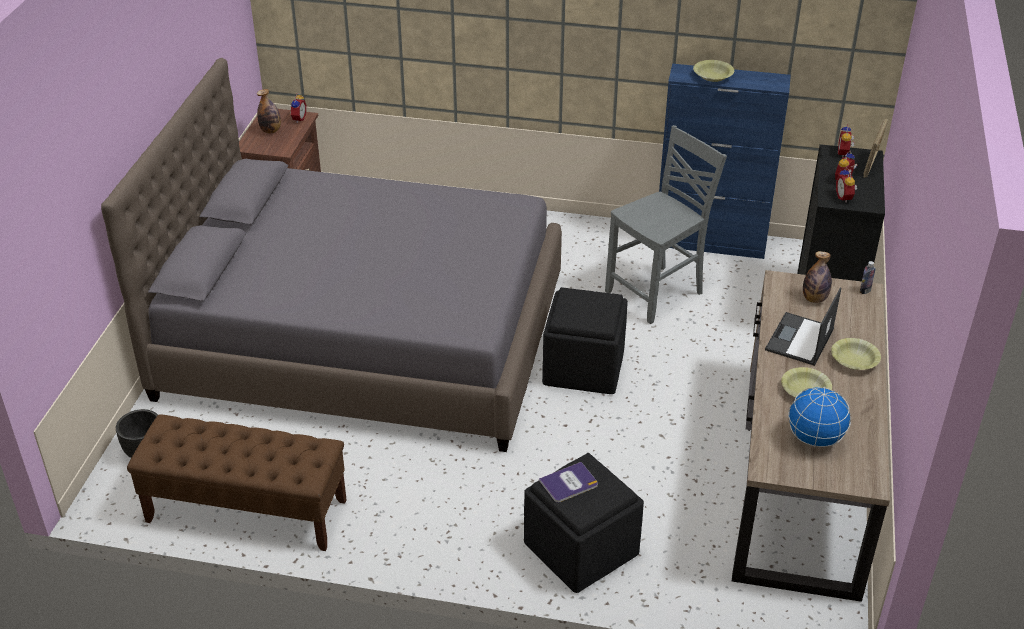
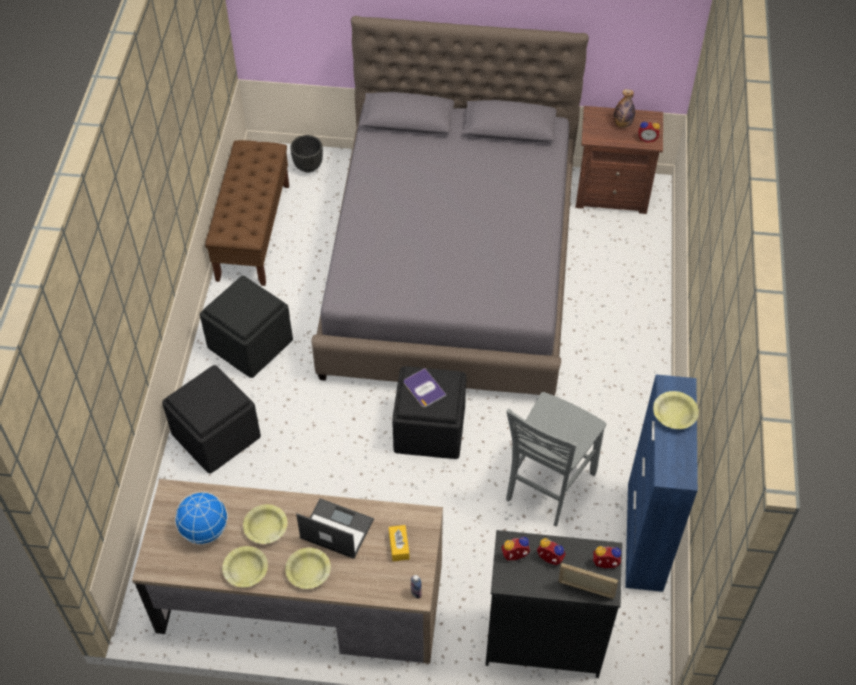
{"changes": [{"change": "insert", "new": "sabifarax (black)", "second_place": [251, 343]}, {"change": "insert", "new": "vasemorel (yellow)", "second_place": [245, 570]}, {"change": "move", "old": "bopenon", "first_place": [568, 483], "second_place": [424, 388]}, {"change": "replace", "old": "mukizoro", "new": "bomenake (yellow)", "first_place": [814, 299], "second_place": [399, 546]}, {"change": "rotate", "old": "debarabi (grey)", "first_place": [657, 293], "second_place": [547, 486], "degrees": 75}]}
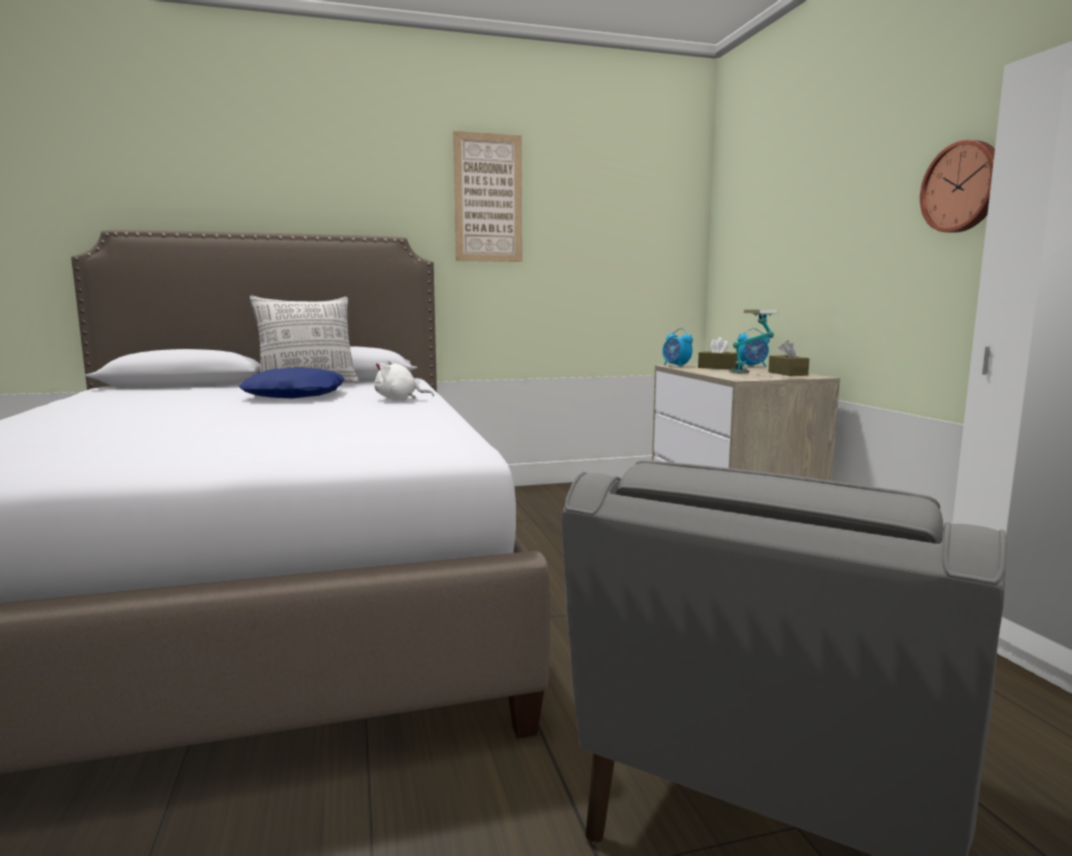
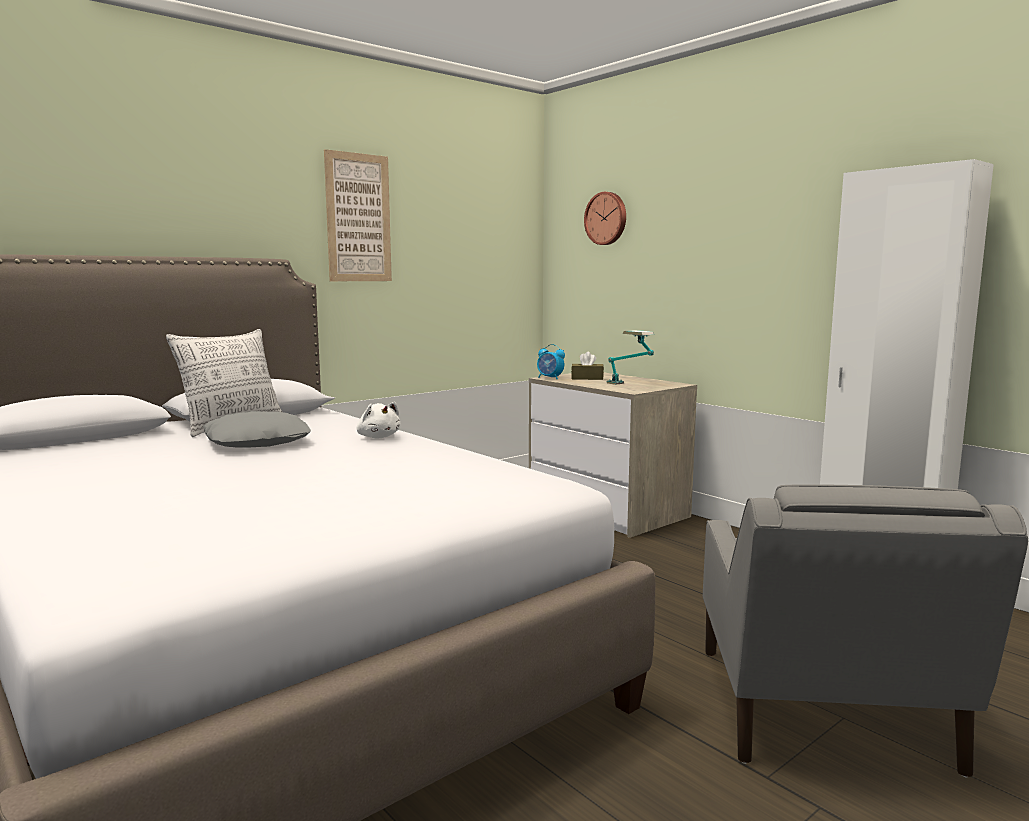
{"changes": [{"change": "delete", "old": "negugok", "first_place": [753, 366]}, {"change": "delete", "old": "bomenake (brown)", "first_place": [787, 373]}, {"change": "move", "old": "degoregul", "first_place": [963, 187], "second_place": [606, 218]}, {"change": "recolor", "old": "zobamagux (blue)", "new": "zobamagux (grey)", "first_place": [296, 395], "second_place": [258, 442]}, {"change": "rotate", "old": "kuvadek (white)", "first_place": [399, 399], "second_place": [378, 437], "degrees": -105}]}
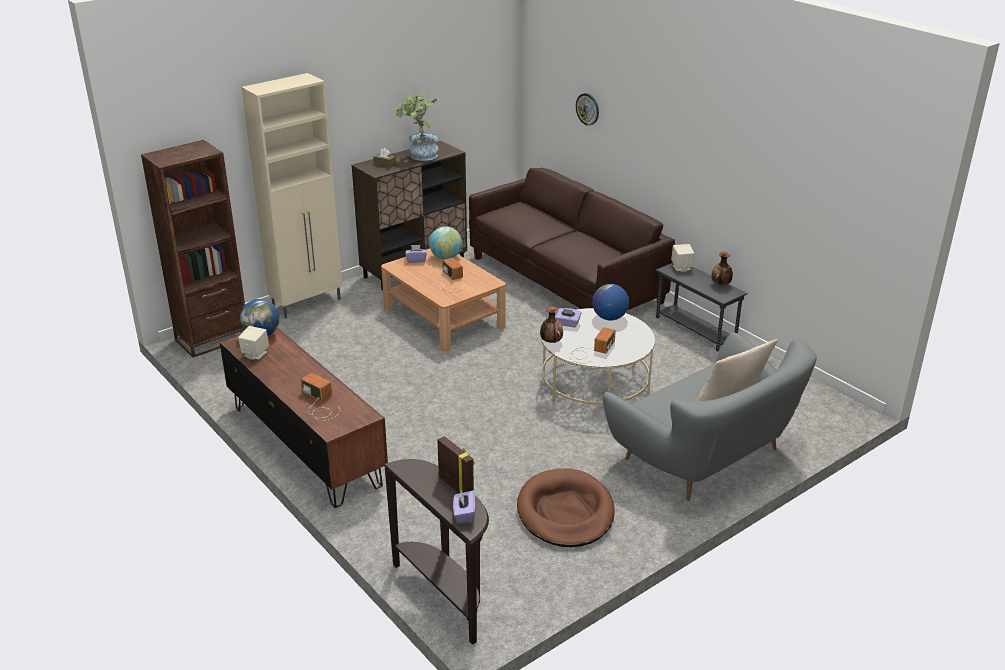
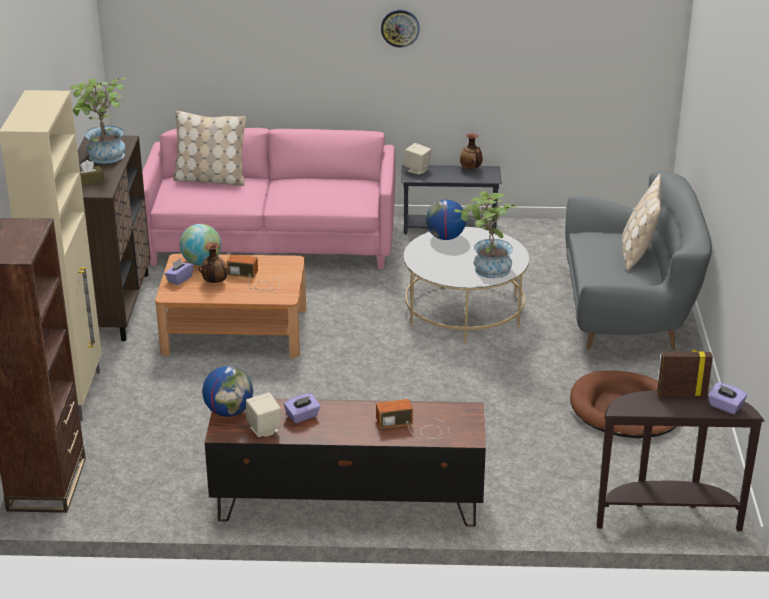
{"changes": [{"change": "insert", "new": "zobamagux (beige)", "second_place": [210, 179]}, {"change": "move", "old": "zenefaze", "first_place": [551, 342], "second_place": [215, 282]}, {"change": "move", "old": "bomenake (purple)", "first_place": [567, 324], "second_place": [302, 416]}, {"change": "move", "old": "degoregul", "first_place": [588, 109], "second_place": [400, 28]}, {"change": "replace", "old": "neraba", "new": "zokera", "first_place": [590, 351], "second_place": [486, 270]}, {"change": "recolor", "old": "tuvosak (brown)", "new": "tuvosak (pink)", "first_place": [565, 280], "second_place": [272, 242]}]}
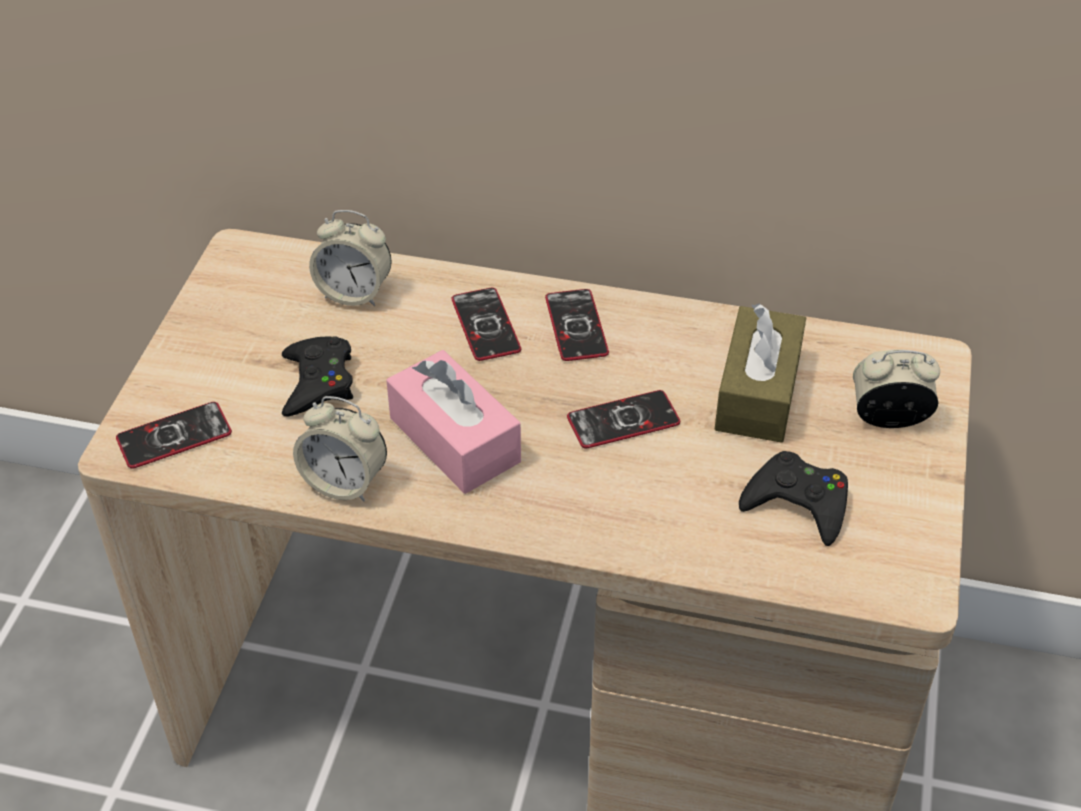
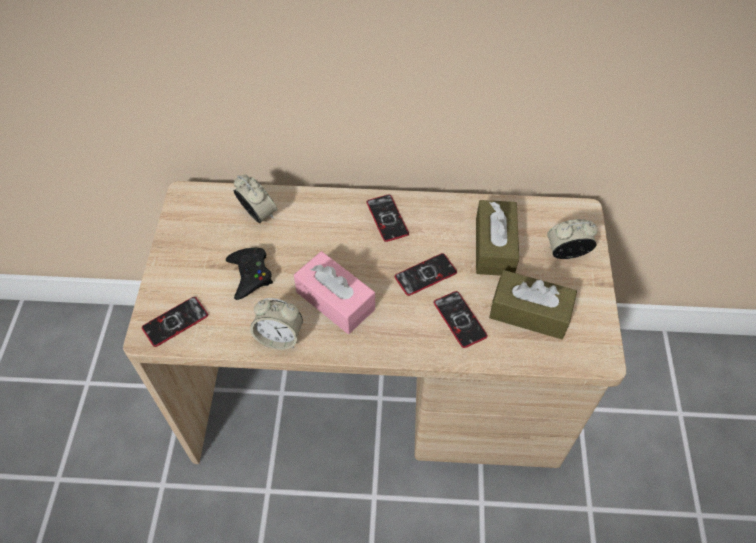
{"changes": [{"change": "move", "old": "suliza", "first_place": [485, 325], "second_place": [459, 319]}, {"change": "replace", "old": "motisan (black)", "new": "bomenake (brown)", "first_place": [797, 504], "second_place": [529, 313]}, {"change": "rotate", "old": "negugok", "first_place": [354, 293], "second_place": [258, 214], "degrees": -135}]}
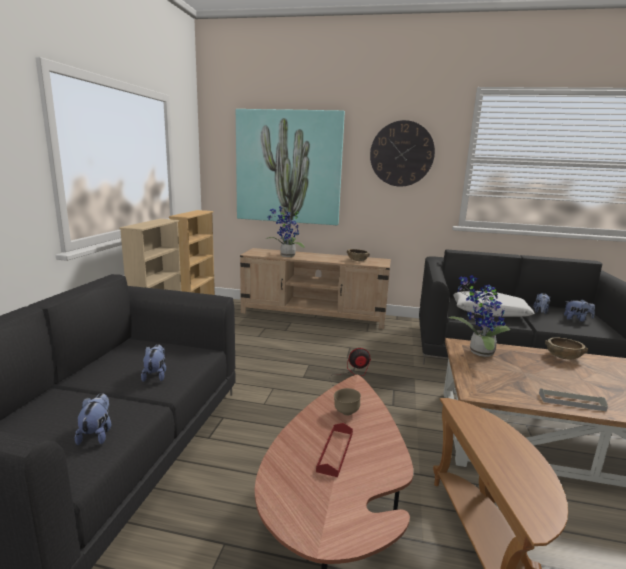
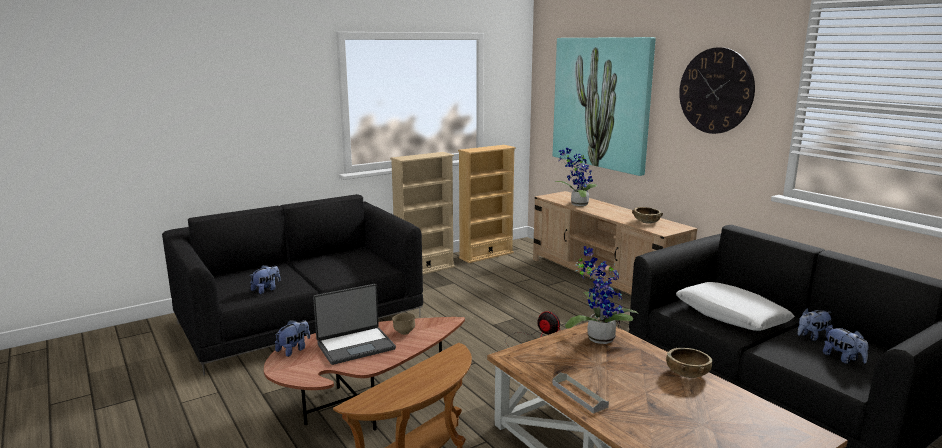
{"changes": [{"change": "move", "old": "kuvadek", "first_place": [156, 375], "second_place": [294, 350]}, {"change": "replace", "old": "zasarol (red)", "new": "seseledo", "first_place": [335, 452], "second_place": [355, 346]}]}
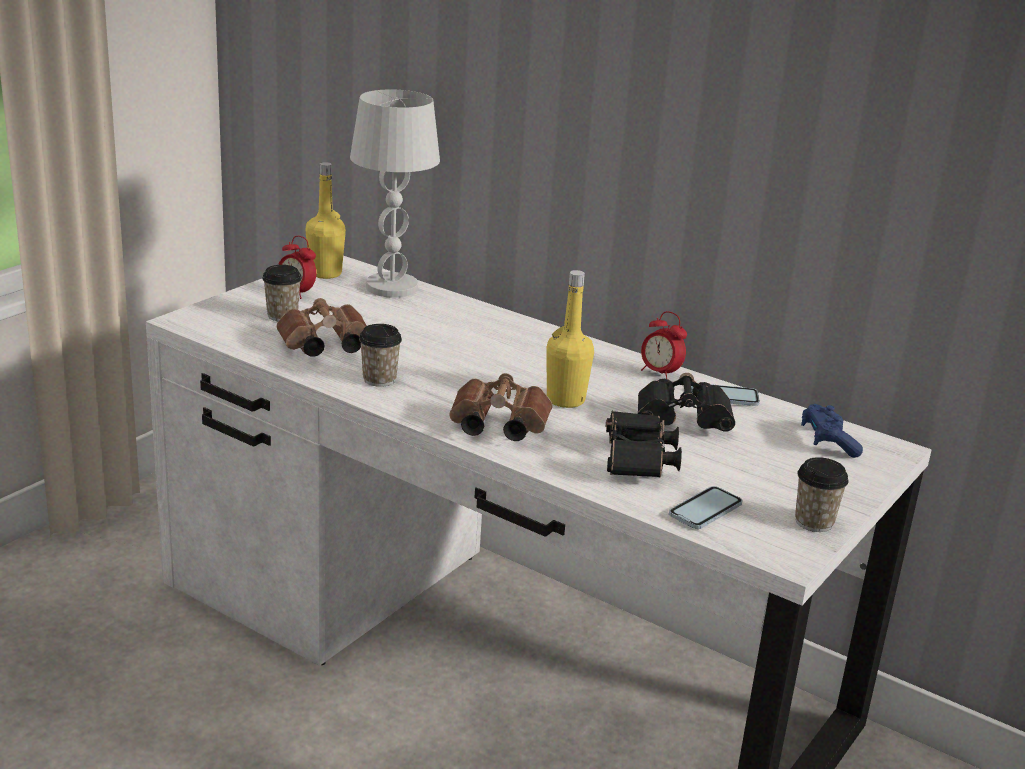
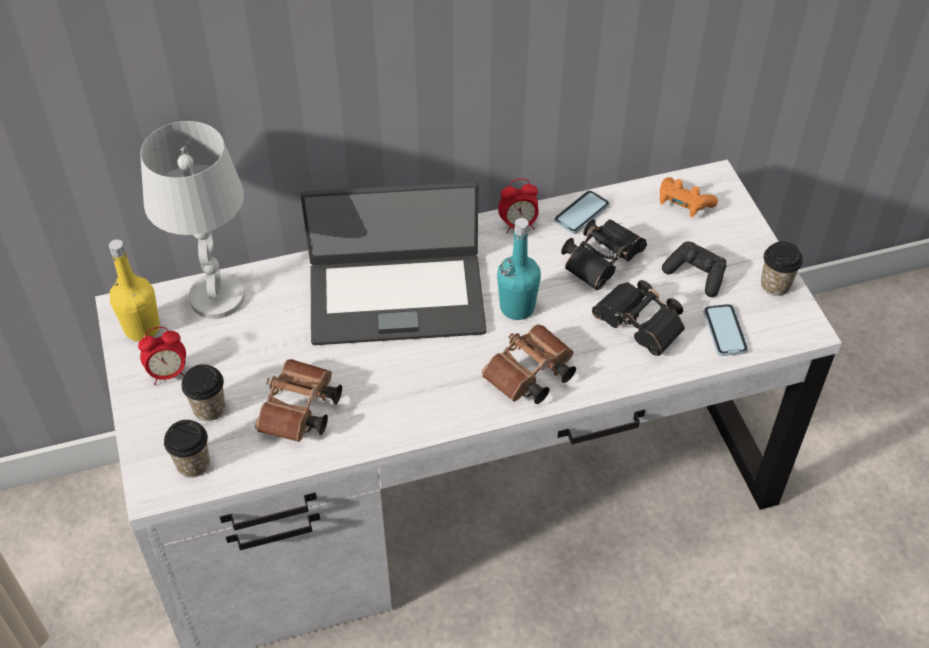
{"changes": [{"change": "insert", "new": "seseledo", "second_place": [396, 297]}, {"change": "insert", "new": "motisan (black)", "second_place": [695, 275]}, {"change": "move", "old": "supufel", "first_place": [379, 379], "second_place": [193, 464]}, {"change": "recolor", "old": "mukizoro (yellow)", "new": "mukizoro (turquoise)", "first_place": [565, 400], "second_place": [517, 307]}, {"change": "recolor", "old": "motisan (blue)", "new": "motisan (orange)", "first_place": [828, 442], "second_place": [683, 204]}]}
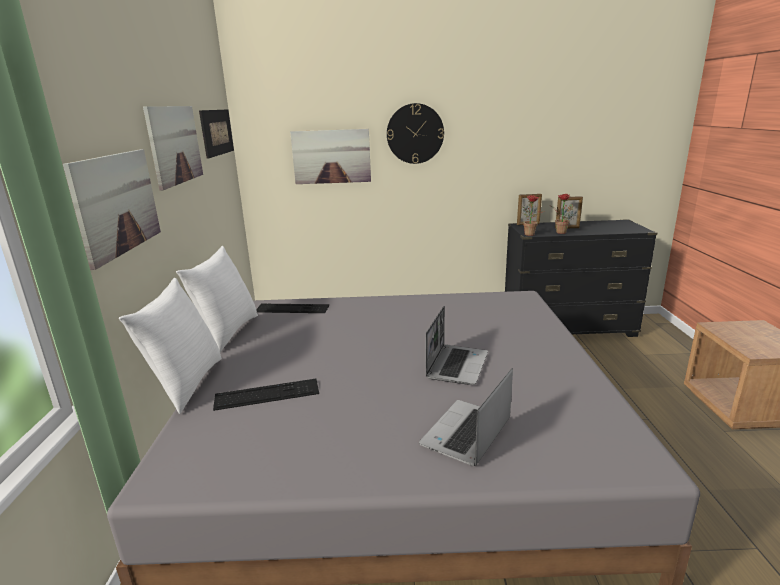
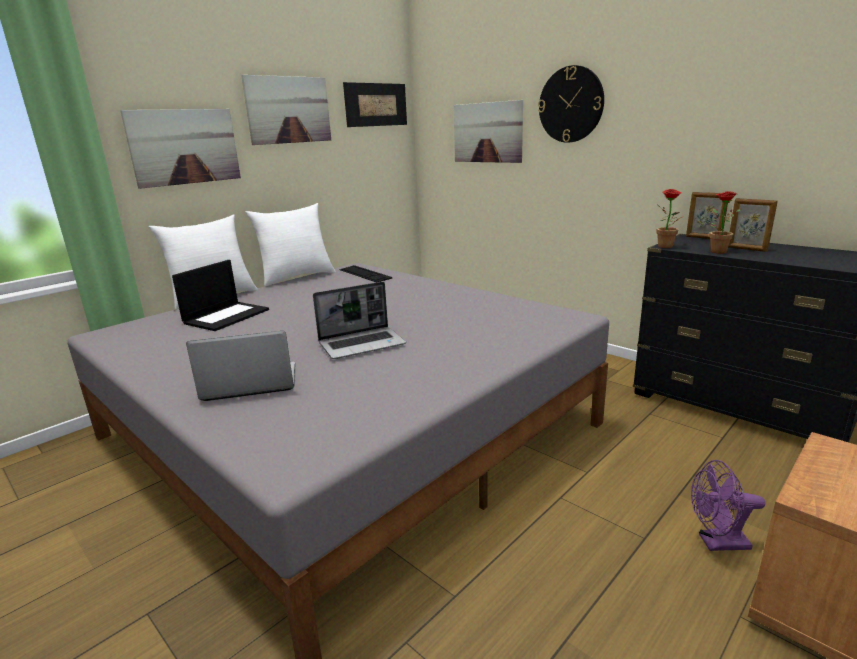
{"changes": [{"change": "insert", "new": "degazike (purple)", "second_place": [717, 543]}, {"change": "replace", "old": "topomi", "new": "seseledo", "first_place": [267, 394], "second_place": [226, 316]}]}
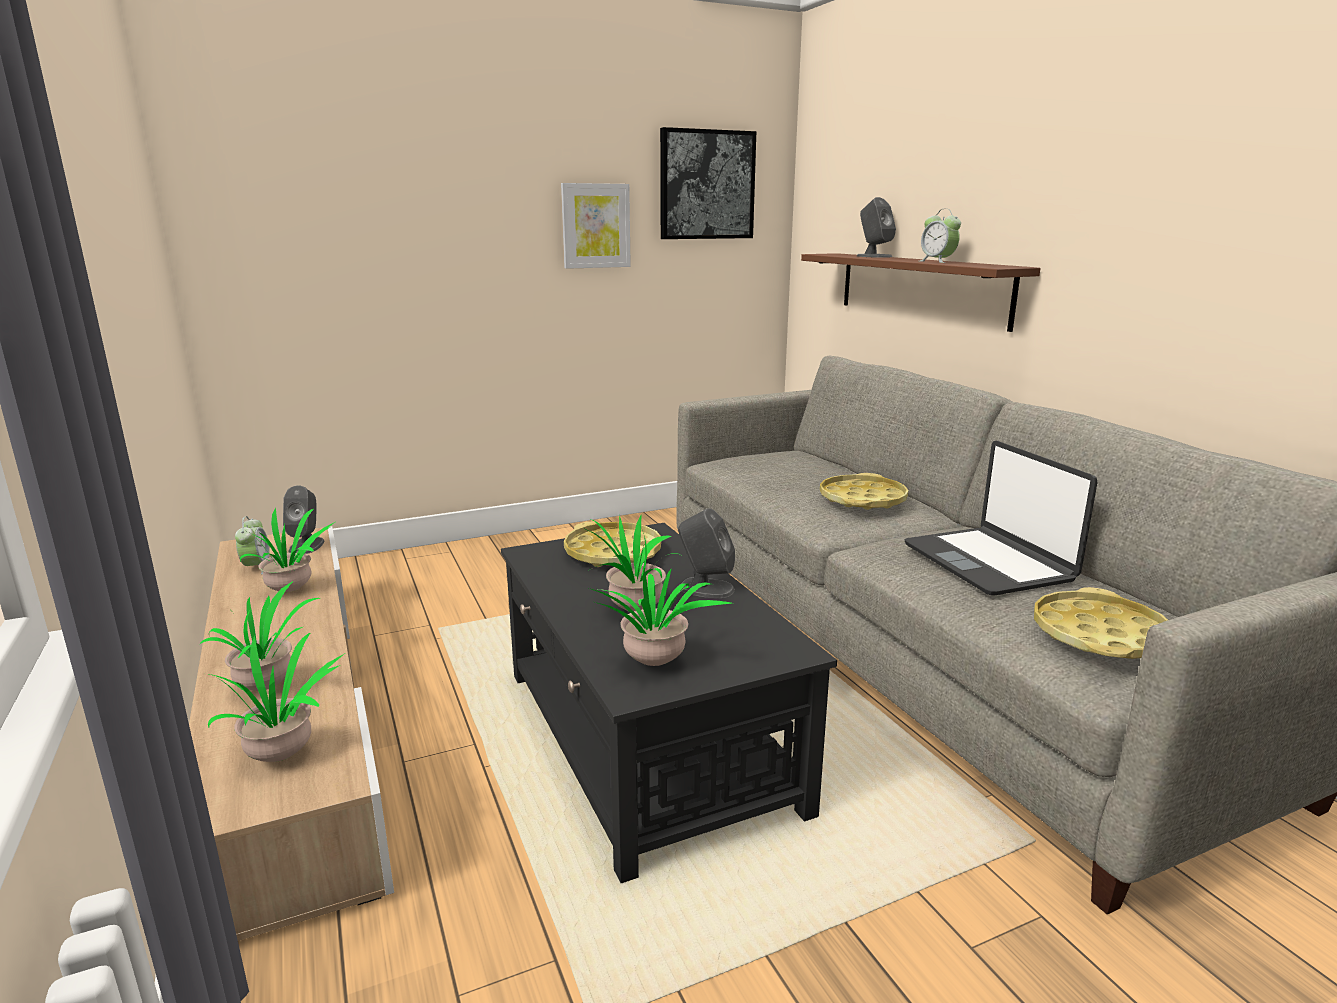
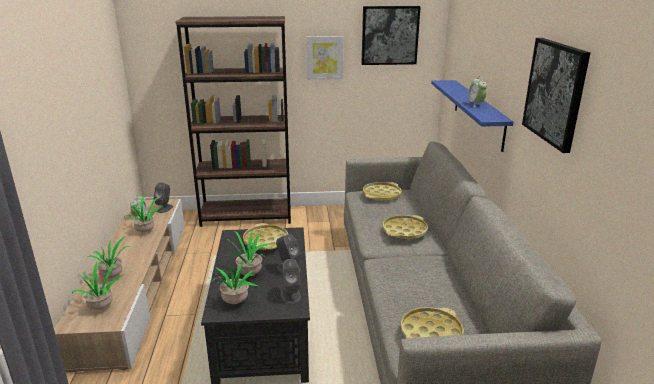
{"changes": [{"change": "delete", "old": "seseledo", "first_place": [988, 562]}, {"change": "insert", "new": "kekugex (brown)", "second_place": [247, 216]}, {"change": "insert", "new": "zasarol (yellow)", "second_place": [381, 195]}, {"change": "insert", "new": "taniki", "second_place": [555, 92]}, {"change": "move", "old": "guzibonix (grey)", "first_place": [873, 256], "second_place": [290, 295]}, {"change": "recolor", "old": "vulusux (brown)", "new": "vulusux (blue)", "first_place": [921, 288], "second_place": [478, 113]}]}
